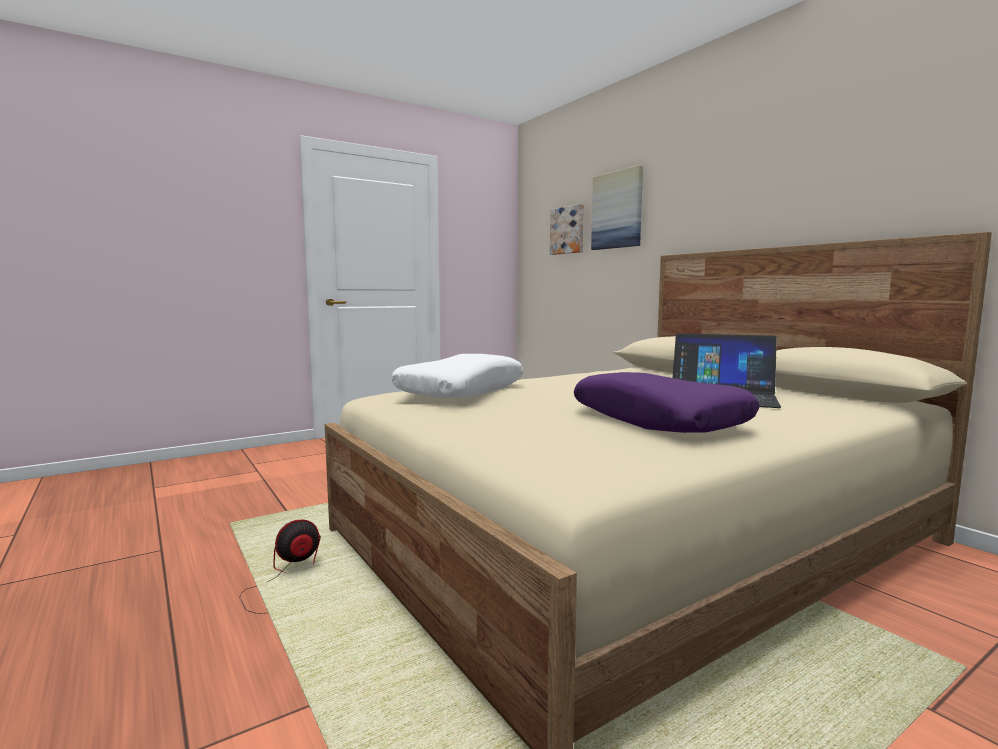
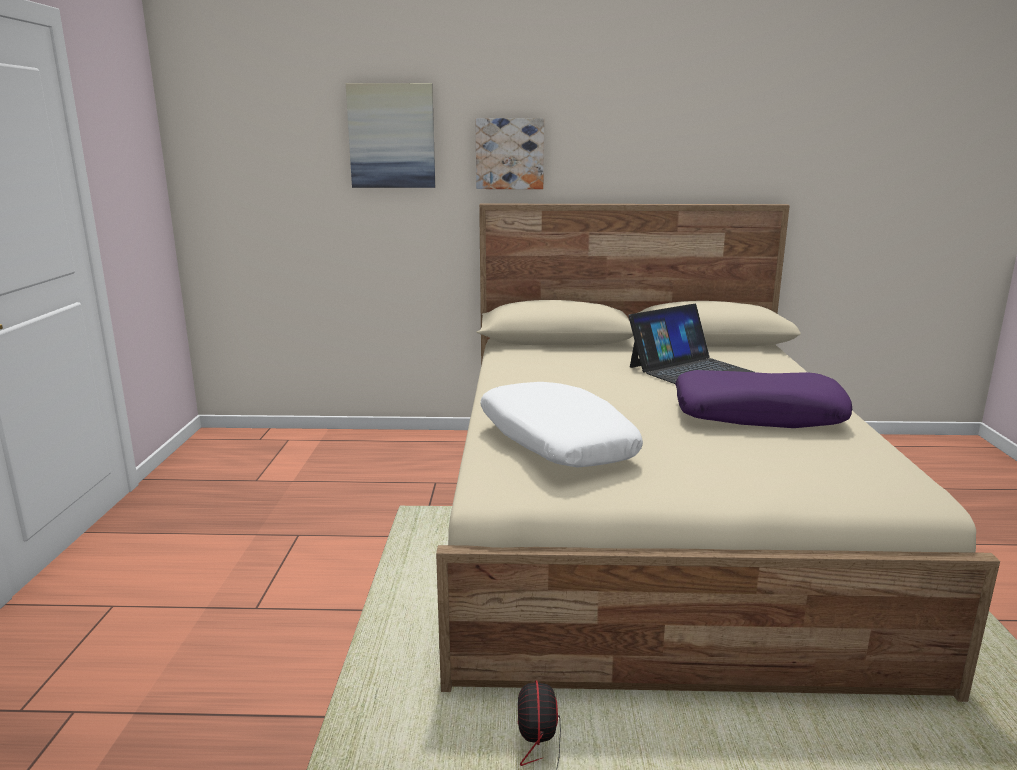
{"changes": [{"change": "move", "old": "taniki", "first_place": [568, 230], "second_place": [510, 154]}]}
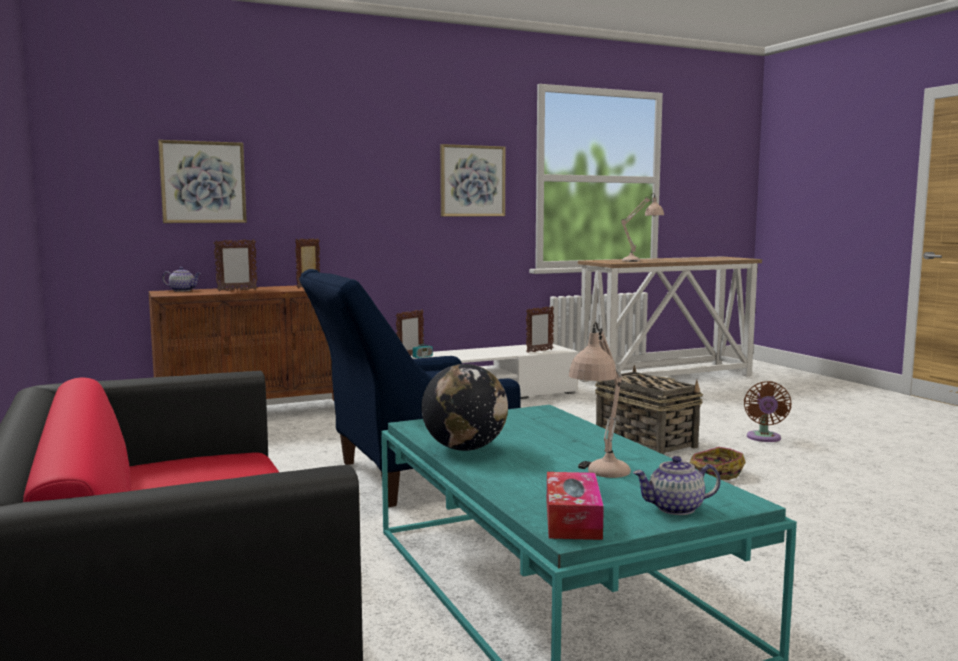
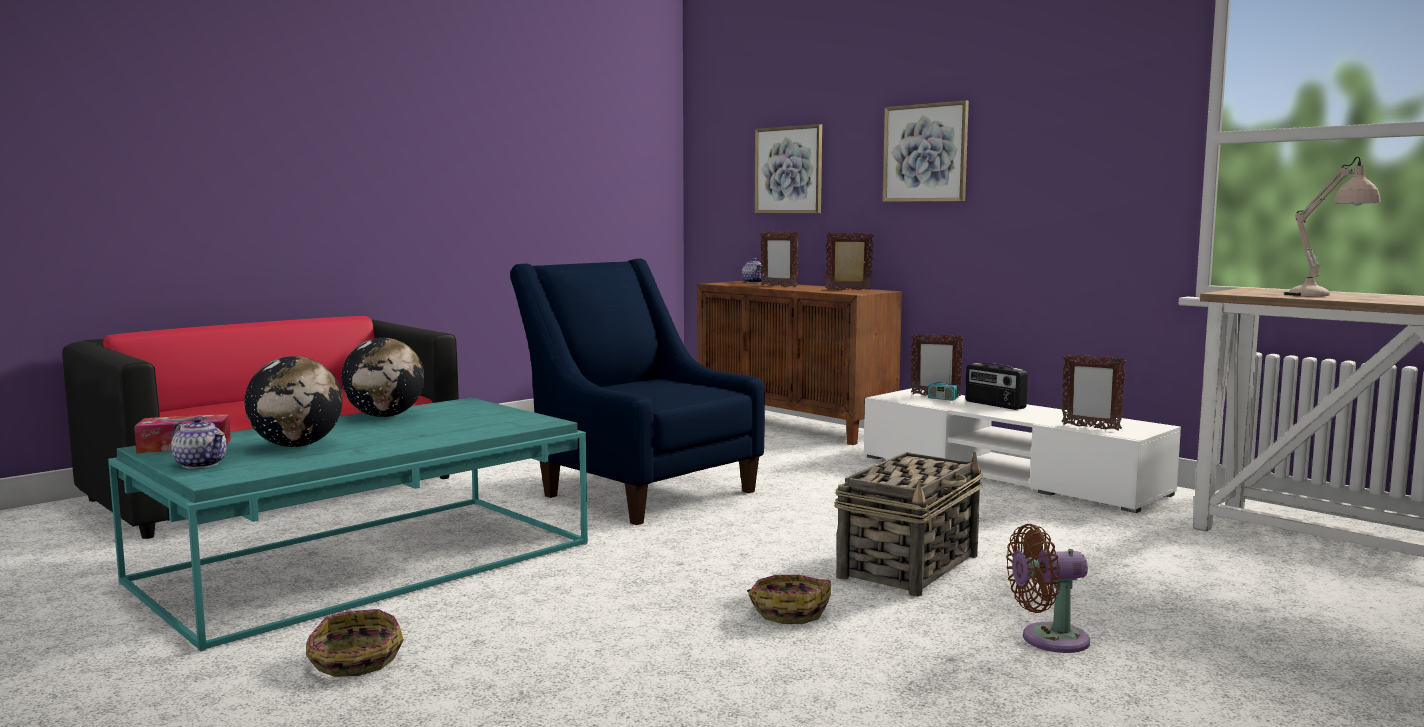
{"changes": [{"change": "insert", "new": "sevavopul", "second_place": [355, 662]}, {"change": "insert", "new": "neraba", "second_place": [994, 405]}, {"change": "move", "old": "taniki", "first_place": [472, 181], "second_place": [925, 153]}, {"change": "replace", "old": "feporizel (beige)", "new": "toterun", "first_place": [599, 477], "second_place": [296, 446]}, {"change": "rotate", "old": "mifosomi", "first_place": [675, 508], "second_place": [201, 464], "degrees": 150}]}
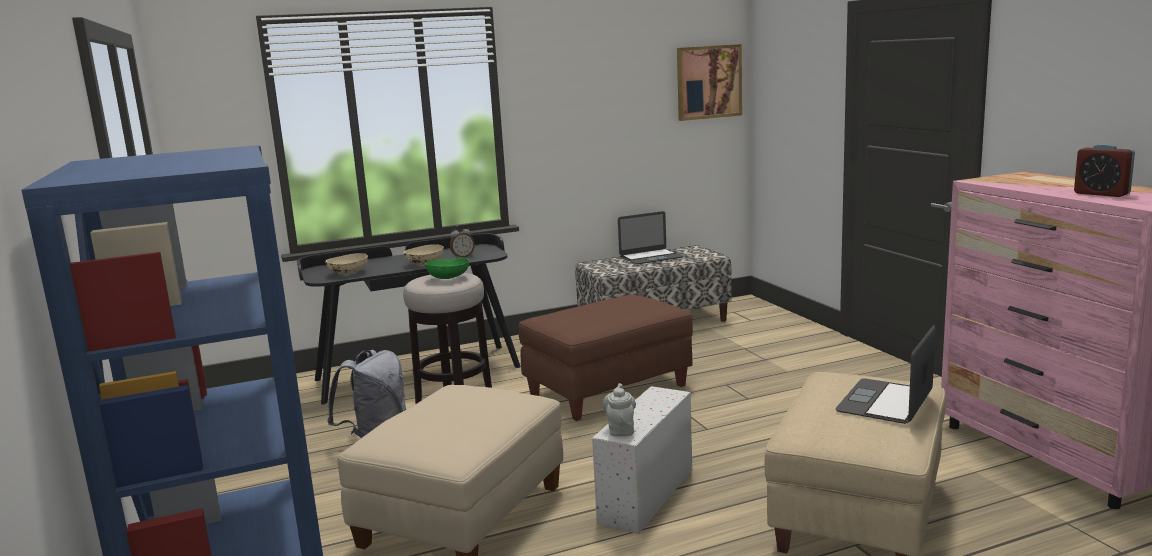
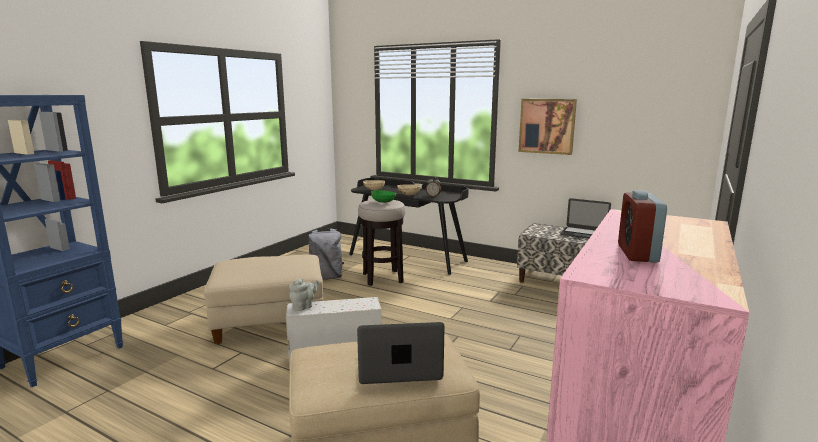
{"changes": [{"change": "delete", "old": "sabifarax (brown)", "first_place": [607, 389]}, {"change": "move", "old": "taniki", "first_place": [708, 82], "second_place": [547, 126]}]}
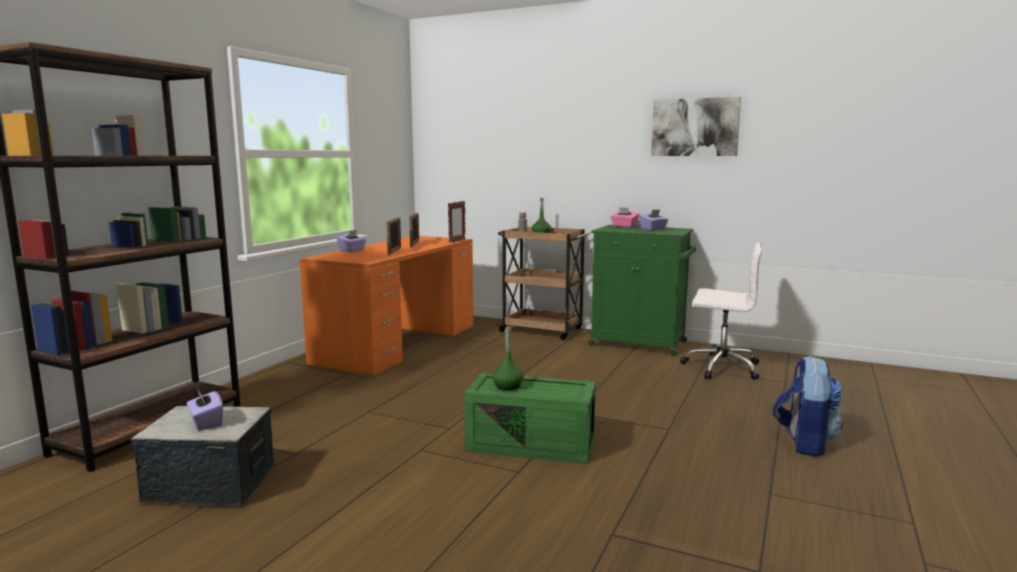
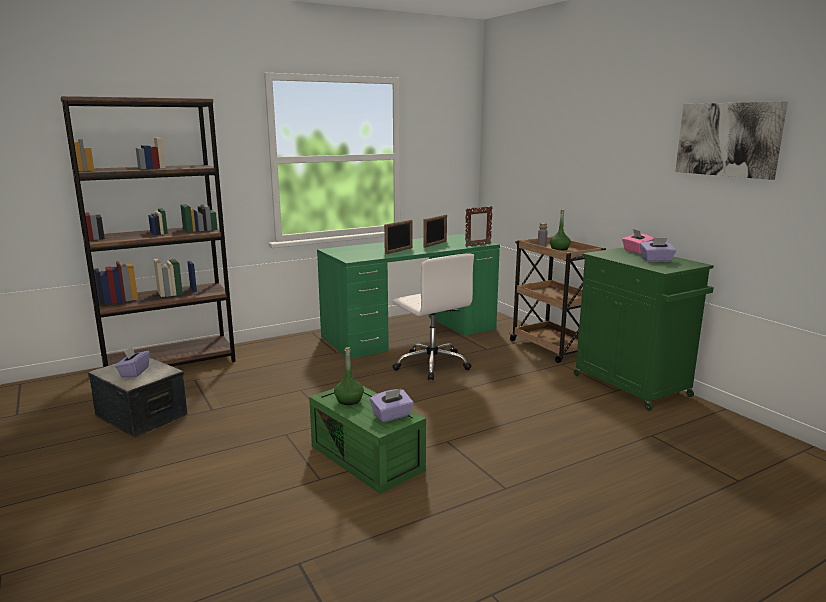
{"changes": [{"change": "delete", "old": "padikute", "first_place": [804, 443]}, {"change": "move", "old": "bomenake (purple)", "first_place": [352, 250], "second_place": [392, 416]}, {"change": "move", "old": "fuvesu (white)", "first_place": [720, 367], "second_place": [431, 364]}, {"change": "recolor", "old": "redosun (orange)", "new": "redosun (green)", "first_place": [399, 343], "second_place": [411, 333]}]}
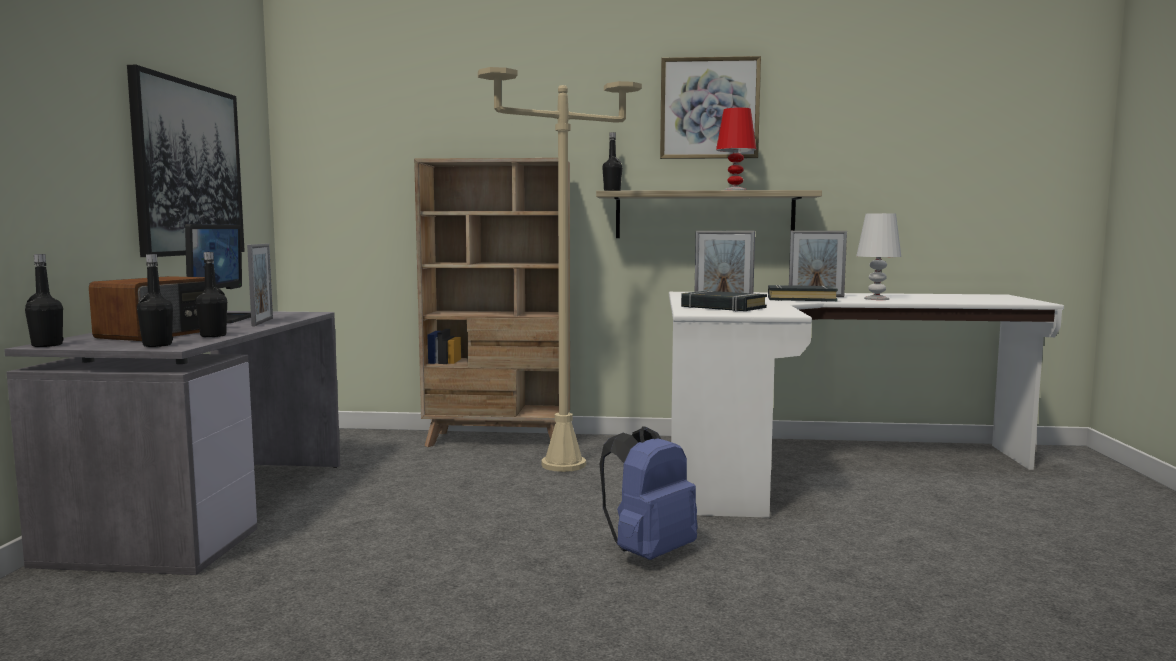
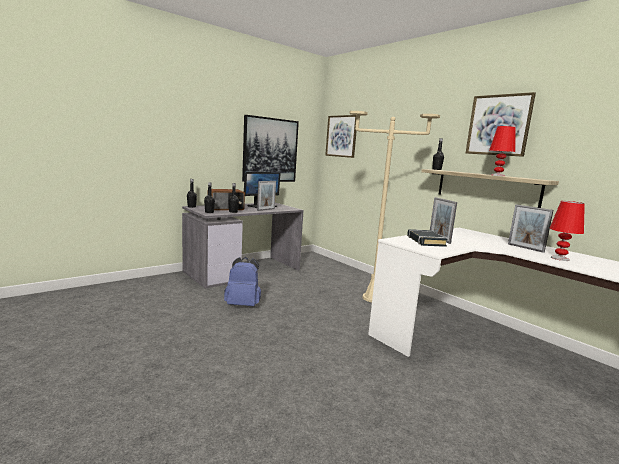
{"changes": [{"change": "delete", "old": "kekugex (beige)", "first_place": [498, 441]}, {"change": "delete", "old": "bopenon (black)", "first_place": [801, 299]}, {"change": "insert", "new": "taniki", "second_place": [341, 136]}, {"change": "move", "old": "padikute (blue)", "first_place": [648, 553], "second_place": [243, 304]}, {"change": "recolor", "old": "feporizel (white)", "new": "feporizel (red)", "first_place": [876, 299], "second_place": [560, 258]}]}
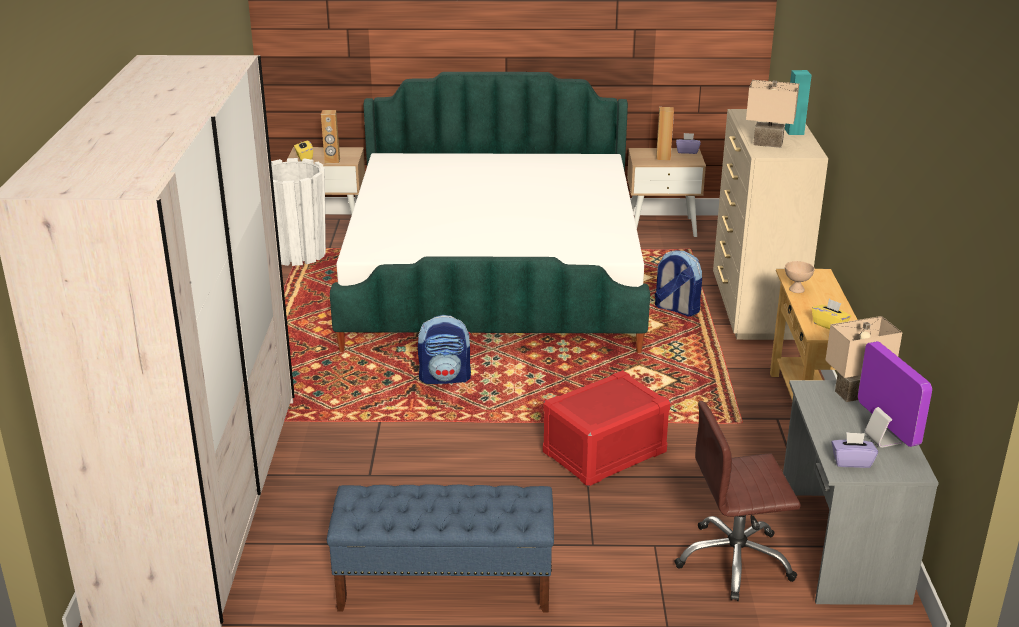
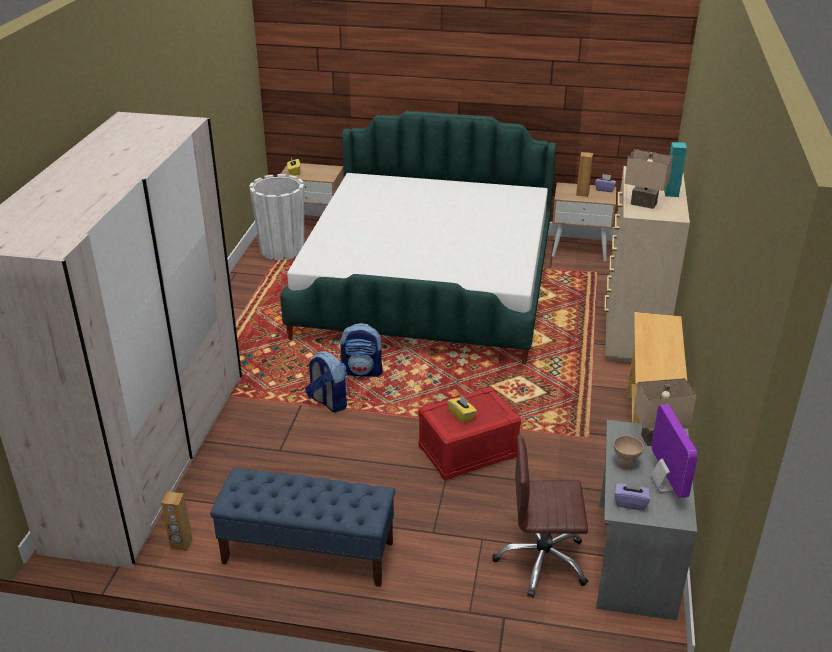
{"changes": [{"change": "move", "old": "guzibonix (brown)", "first_place": [332, 161], "second_place": [181, 544]}, {"change": "move", "old": "padikute", "first_place": [675, 309], "second_place": [328, 402]}, {"change": "move", "old": "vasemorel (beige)", "first_place": [797, 289], "second_place": [626, 464]}, {"change": "move", "old": "bomenake (yellow)", "first_place": [829, 325], "second_place": [462, 415]}]}
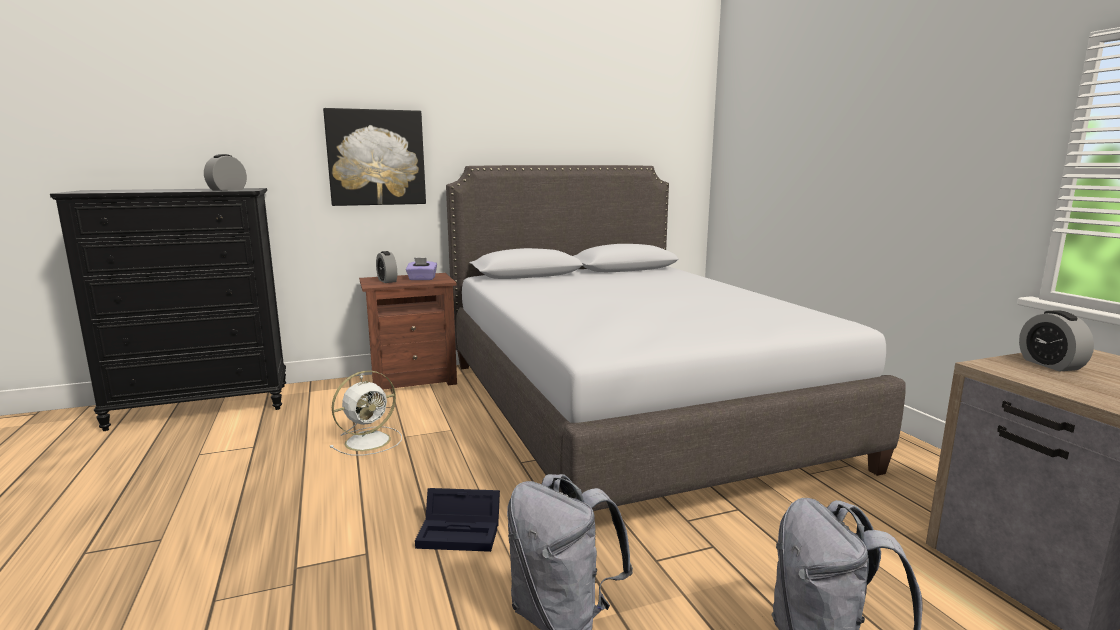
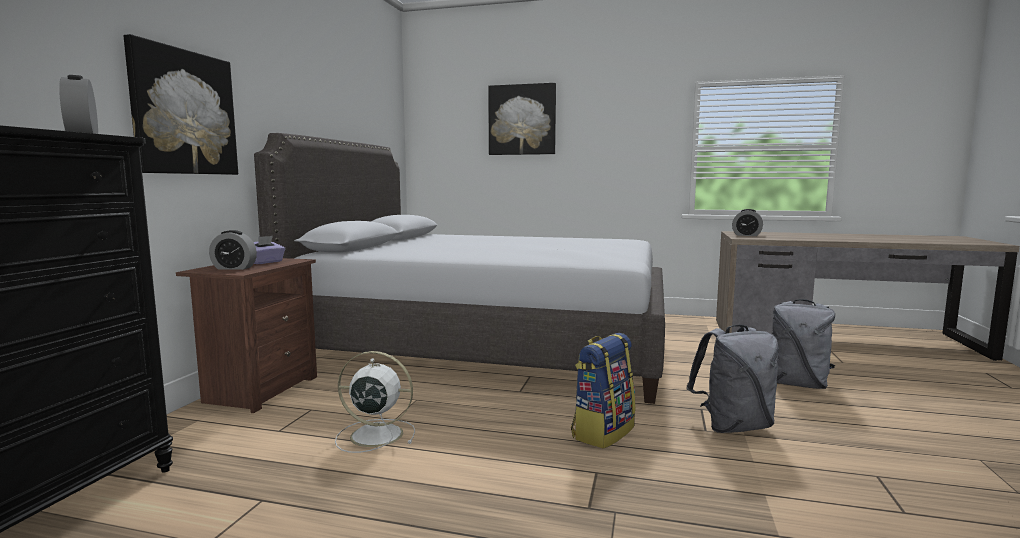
{"changes": [{"change": "insert", "new": "taniki", "second_place": [522, 120]}, {"change": "replace", "old": "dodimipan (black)", "new": "padikute", "first_place": [462, 532], "second_place": [602, 432]}, {"change": "rotate", "old": "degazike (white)", "first_place": [369, 441], "second_place": [374, 435], "degrees": -75}]}
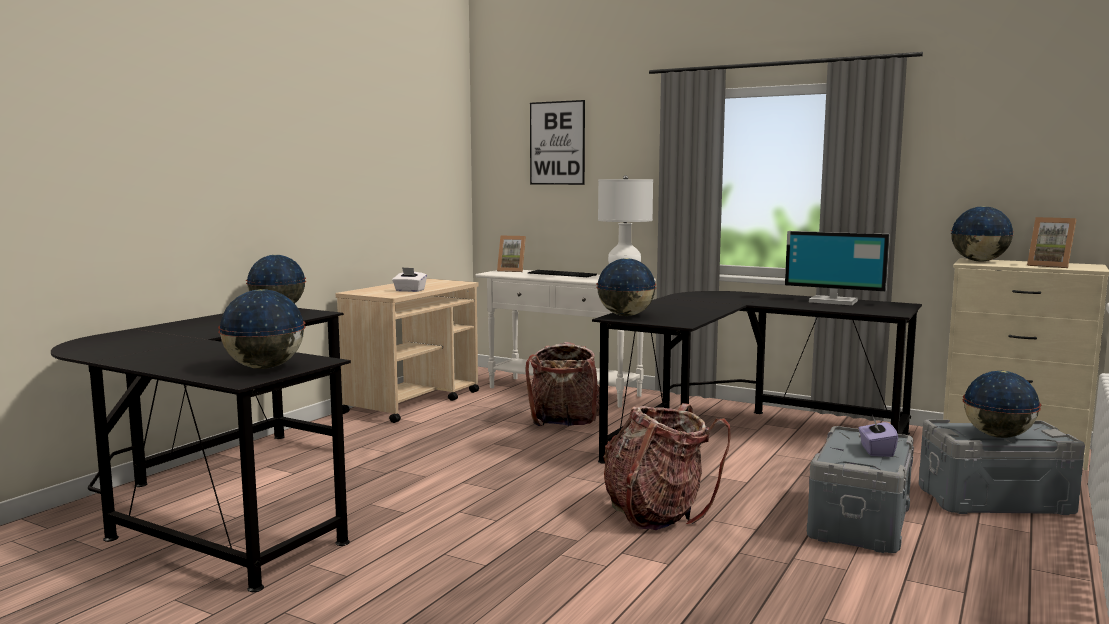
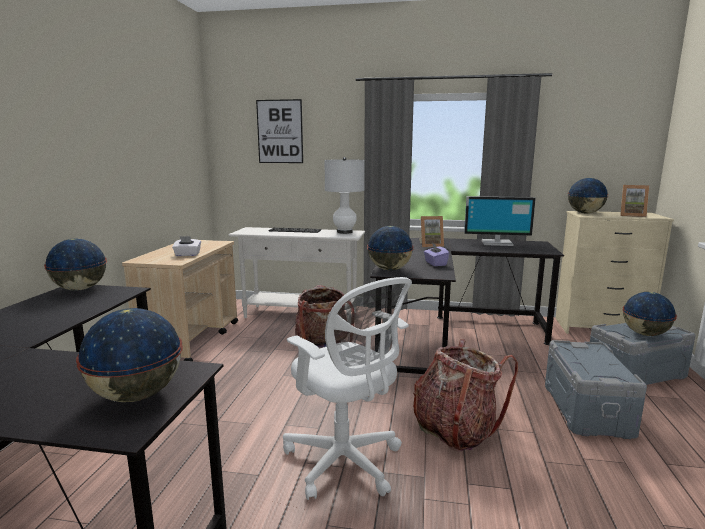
{"changes": [{"change": "insert", "new": "fuvesu (white)", "second_place": [346, 463]}, {"change": "move", "old": "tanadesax", "first_place": [512, 270], "second_place": [430, 245]}, {"change": "move", "old": "bomenake (purple)", "first_place": [876, 451], "second_place": [435, 263]}]}
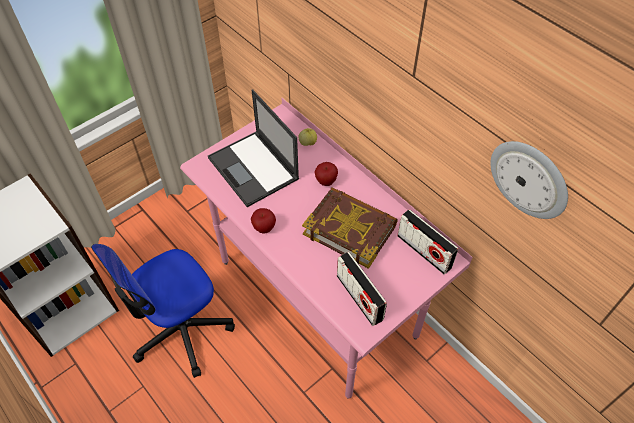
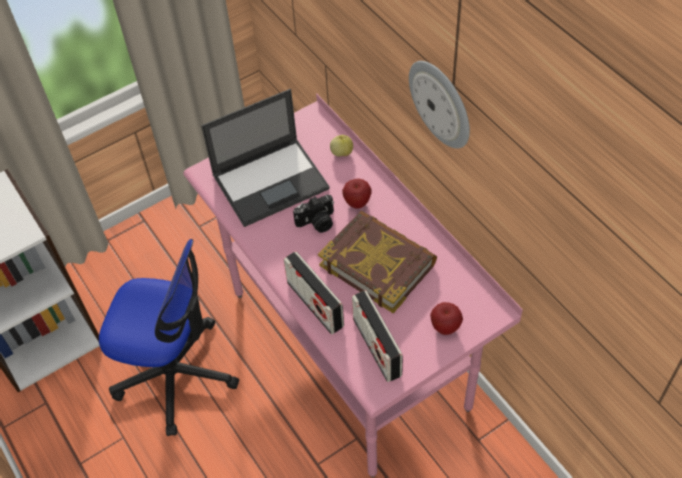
{"changes": [{"change": "insert", "new": "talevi", "second_place": [317, 223]}, {"change": "move", "old": "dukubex", "first_place": [264, 228], "second_place": [445, 327]}, {"change": "move", "old": "neraba", "first_place": [424, 251], "second_place": [315, 304]}, {"change": "move", "old": "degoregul", "first_place": [529, 179], "second_place": [441, 103]}, {"change": "rotate", "old": "fuvesu", "first_place": [181, 330], "second_place": [176, 374], "degrees": -135}, {"change": "rotate", "old": "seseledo", "first_place": [254, 169], "second_place": [271, 181], "degrees": -90}]}
